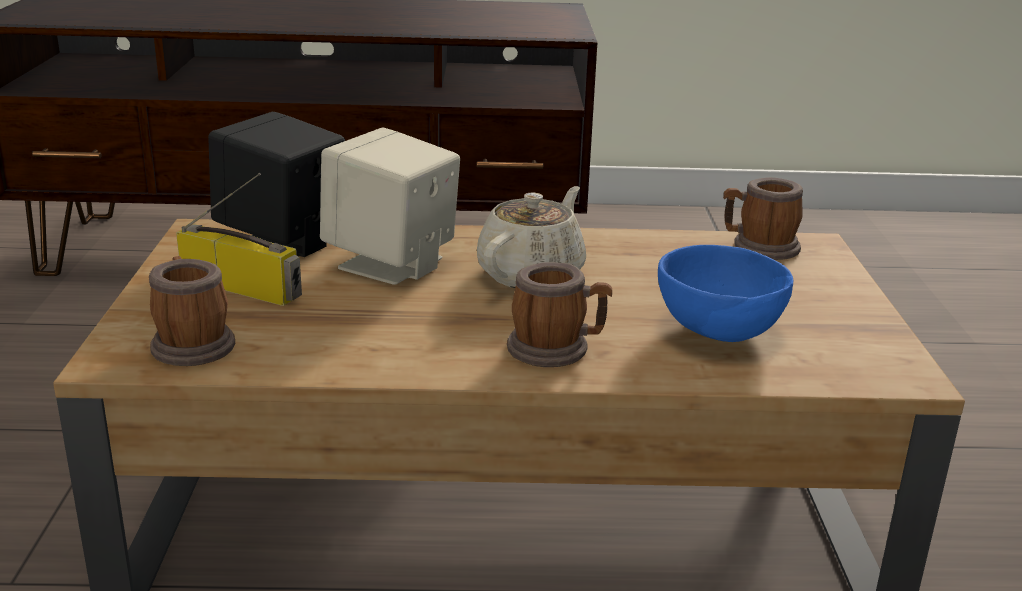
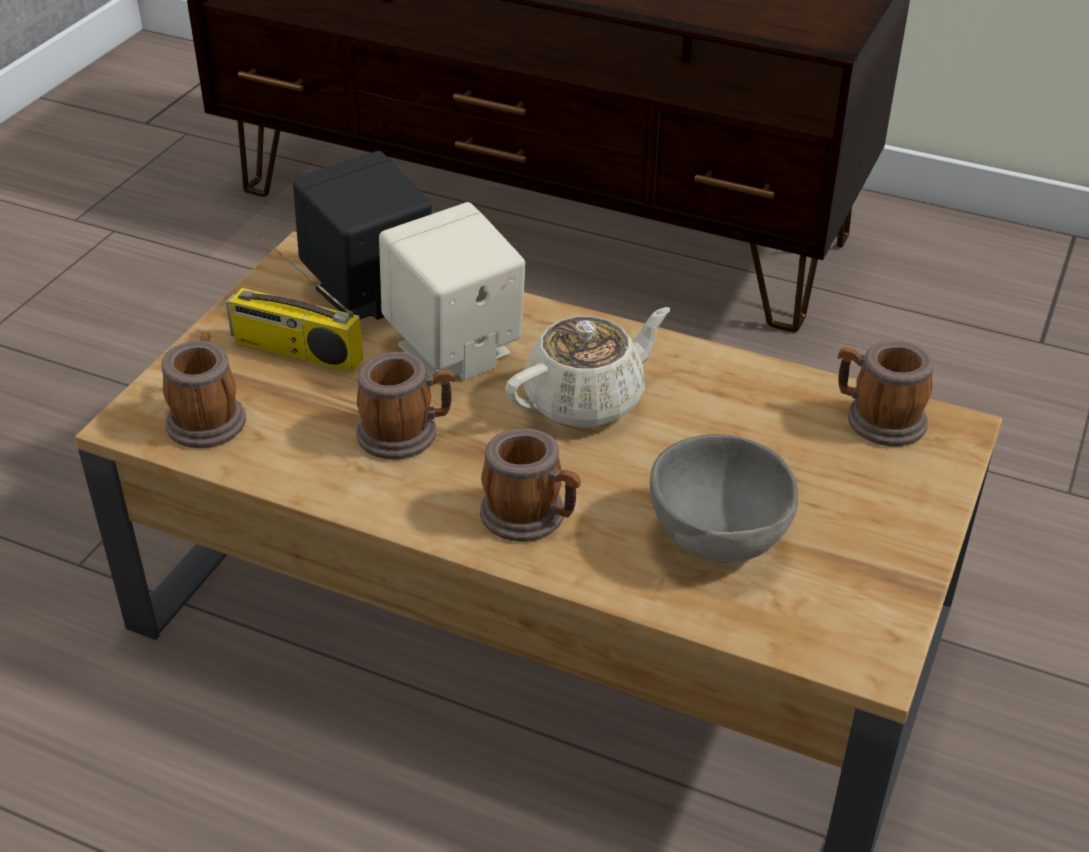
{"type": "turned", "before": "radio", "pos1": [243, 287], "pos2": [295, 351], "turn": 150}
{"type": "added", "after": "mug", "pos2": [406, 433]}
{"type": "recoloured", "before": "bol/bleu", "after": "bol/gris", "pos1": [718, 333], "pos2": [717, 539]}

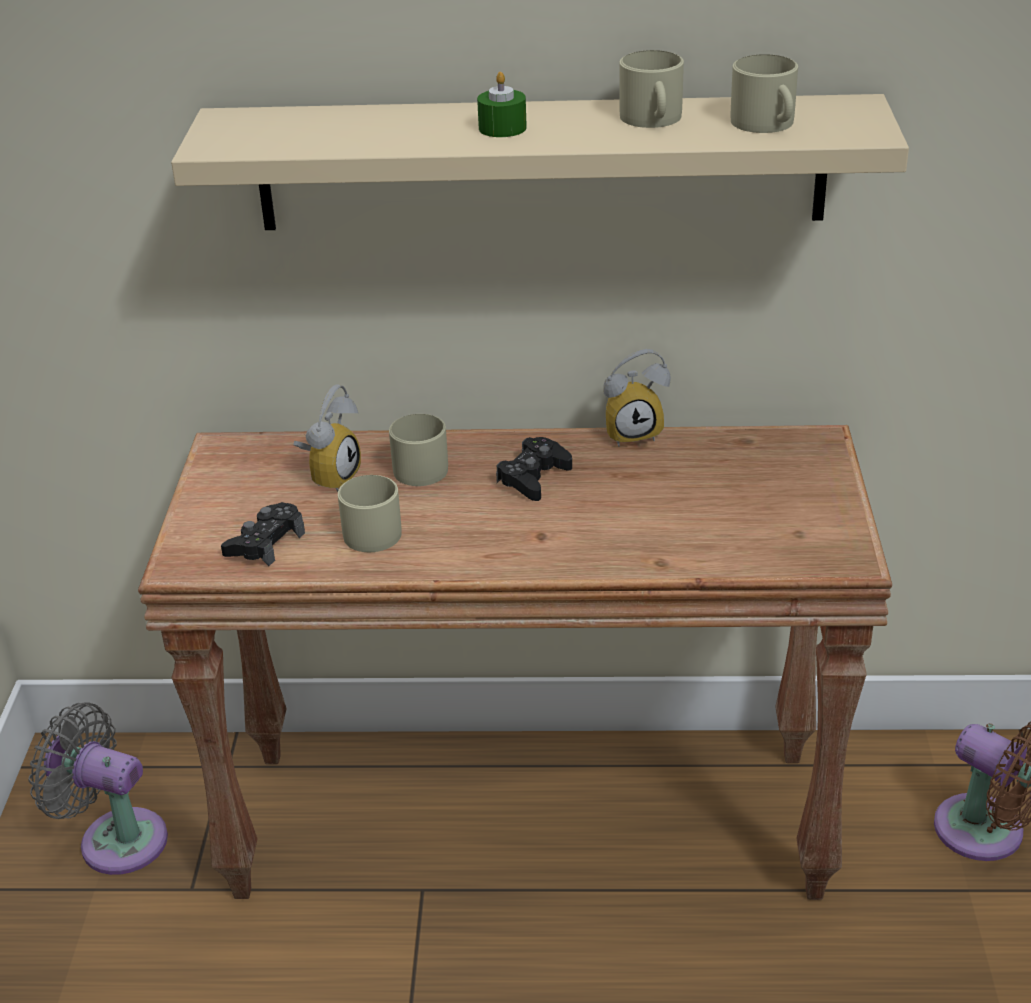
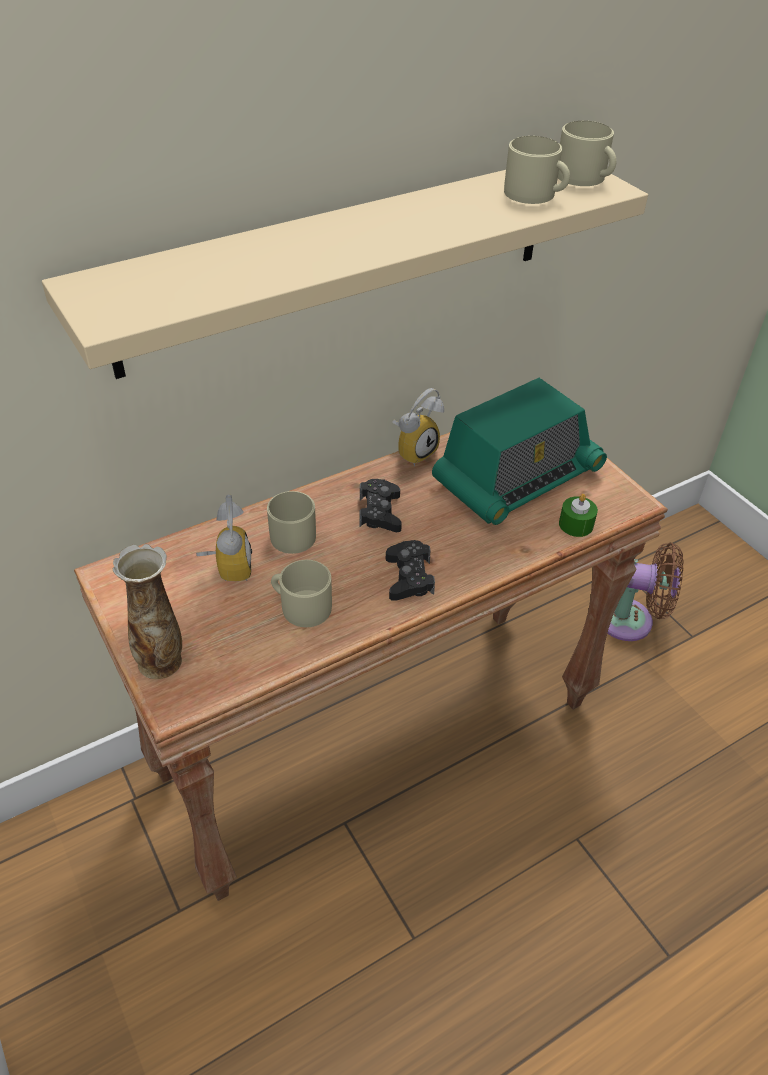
{"type": "added", "after": "vase", "pos2": [161, 661]}
{"type": "moved", "before": "manette/noir", "pos1": [265, 543], "pos2": [409, 577]}
{"type": "added", "after": "radio", "pos2": [516, 478]}
{"type": "moved", "before": "mug/beige", "pos1": [652, 119], "pos2": [585, 178]}
{"type": "moved", "before": "bougie/vert", "pos1": [502, 128], "pos2": [576, 524]}
{"type": "removed", "before": "ventilateur/gris", "pos1": [115, 839]}

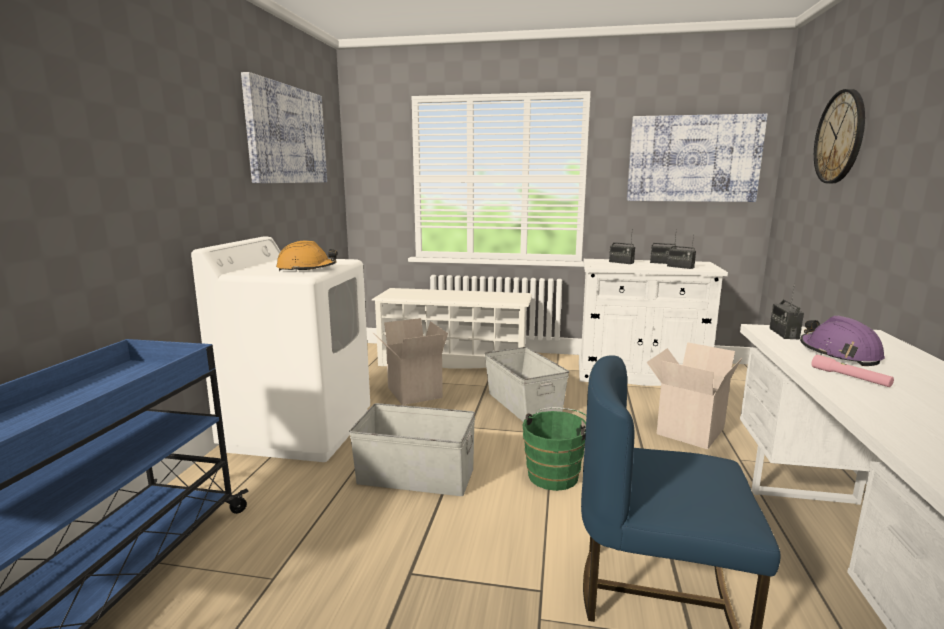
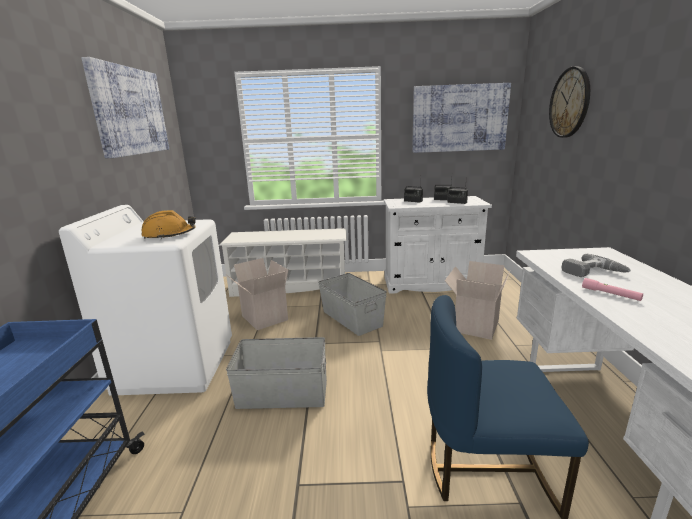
{"type": "replaced", "before": "casque de chantier/violet", "after": "perceuse", "pos1": [839, 354], "pos2": [593, 273]}
{"type": "removed", "before": "seau/vert", "pos1": [555, 474]}
{"type": "removed", "before": "radio", "pos1": [783, 333]}

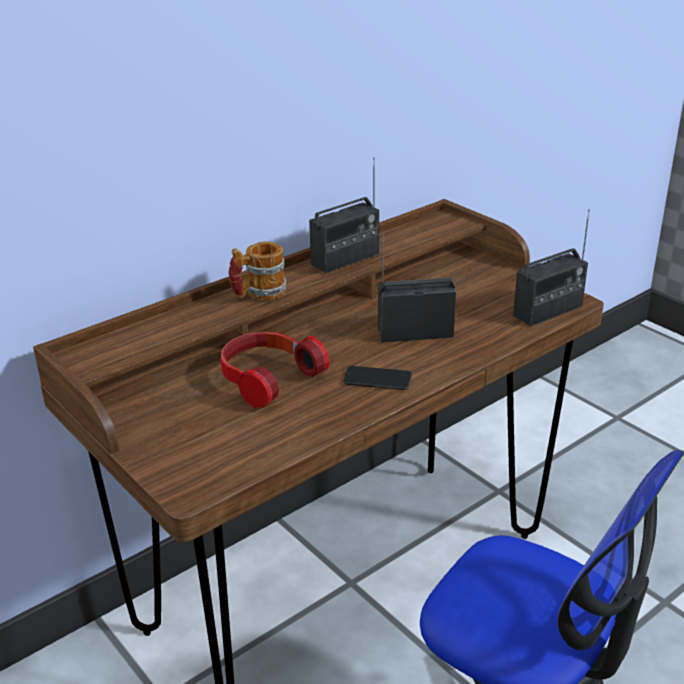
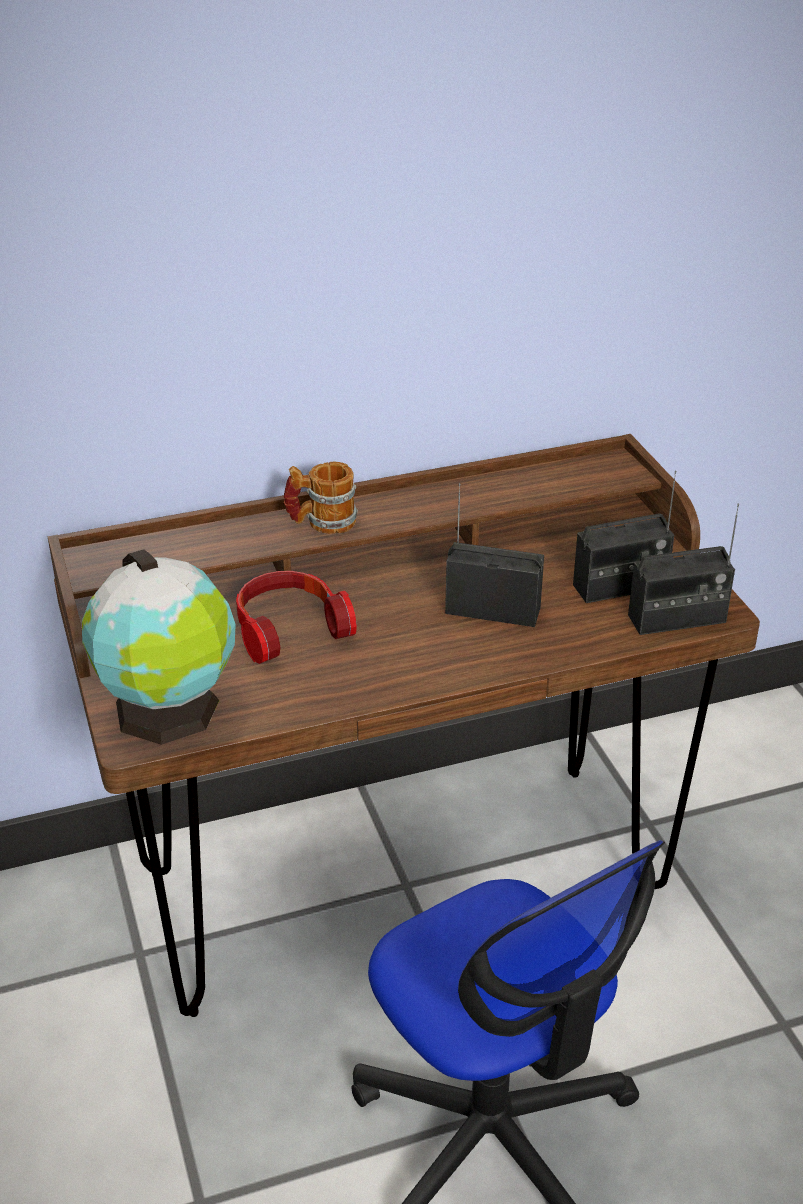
{"type": "added", "after": "globe", "pos2": [169, 712]}
{"type": "moved", "before": "radio", "pos1": [345, 259], "pos2": [620, 586]}
{"type": "removed", "before": "téléphone", "pos1": [377, 379]}

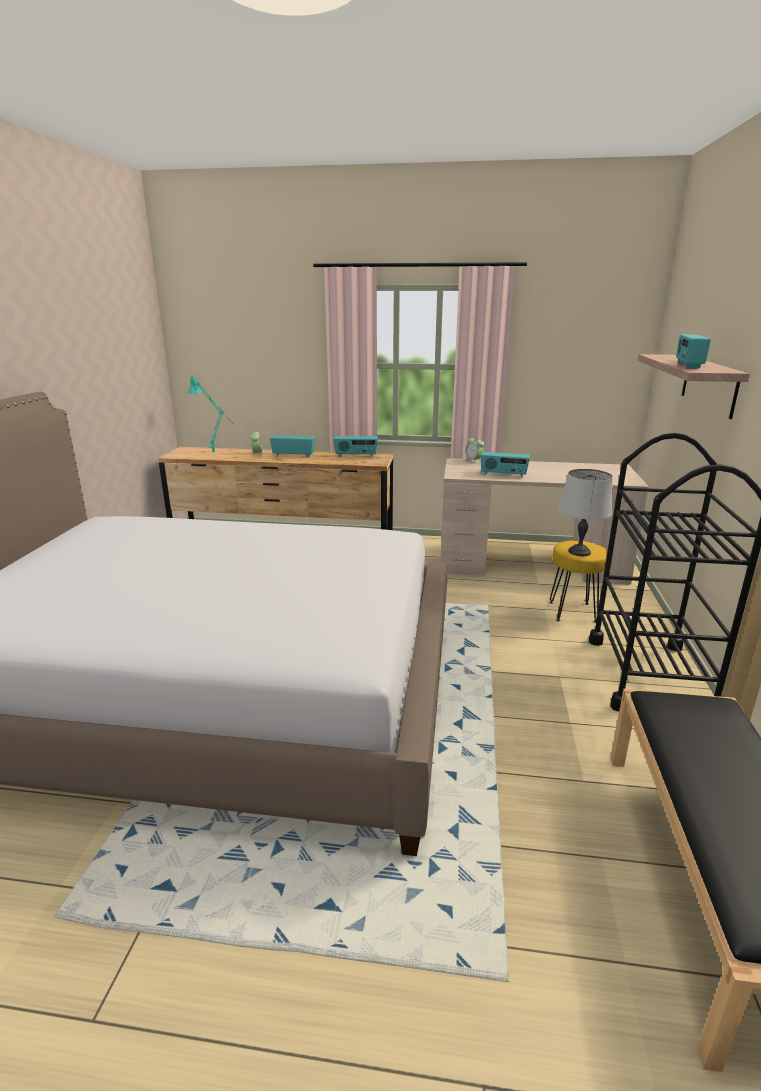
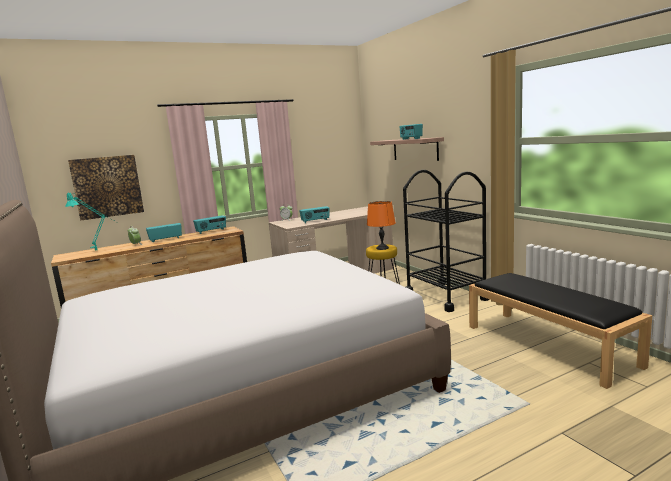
{"type": "added", "after": "tableau", "pos2": [107, 186]}
{"type": "recoloured", "before": "lampe de table/gris", "after": "lampe de table/orange", "pos1": [579, 552], "pos2": [382, 248]}

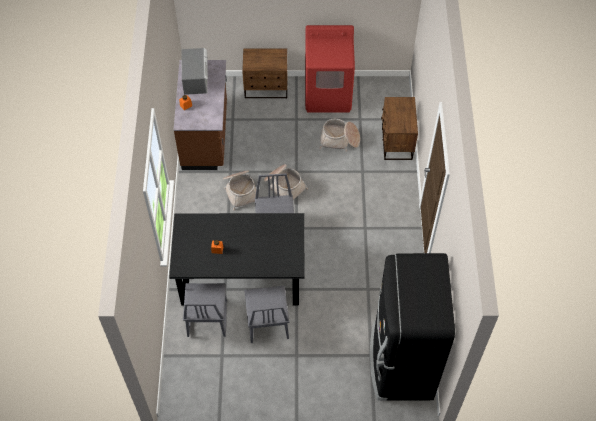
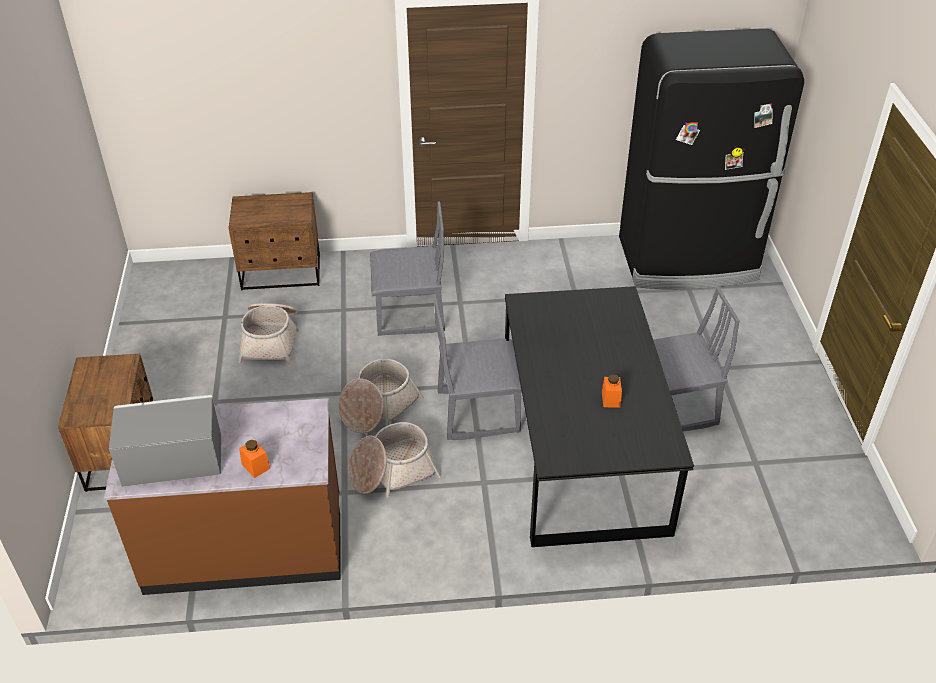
{"type": "moved", "before": "chaise/gris", "pos1": [206, 318], "pos2": [409, 314]}
{"type": "removed", "before": "lave-linge/rouge", "pos1": [328, 95]}

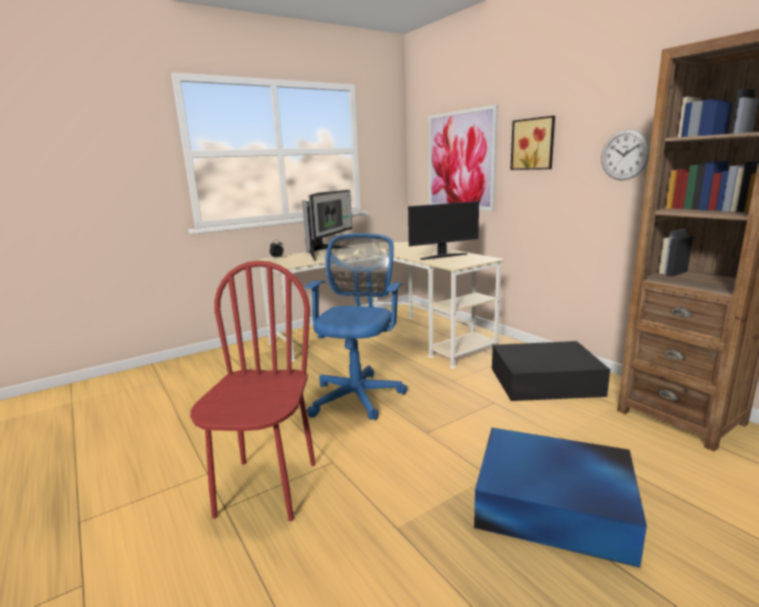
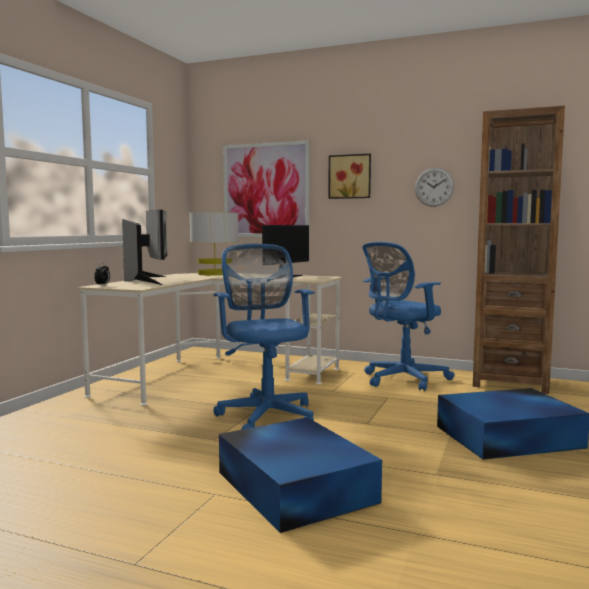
{"type": "added", "after": "lampe de table/gris", "pos2": [215, 274]}
{"type": "replaced", "before": "chaise/rouge", "after": "boîte de rangement/bleu", "pos1": [266, 488], "pos2": [295, 486]}
{"type": "replaced", "before": "boîte de rangement/noir", "after": "chaise de bureau/bleu", "pos1": [543, 381], "pos2": [402, 380]}

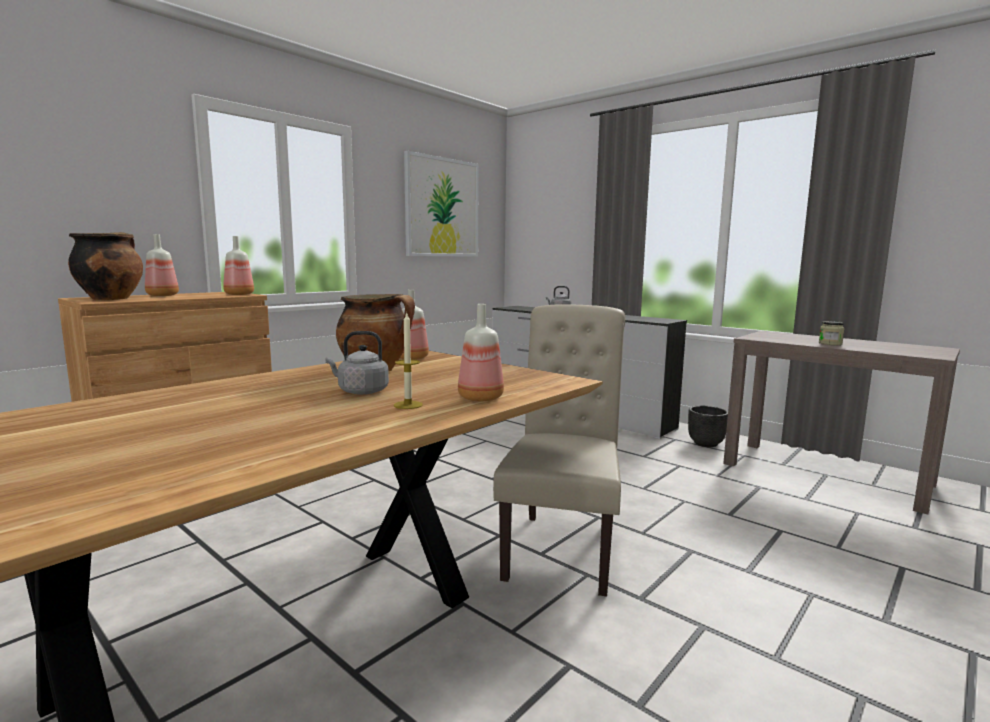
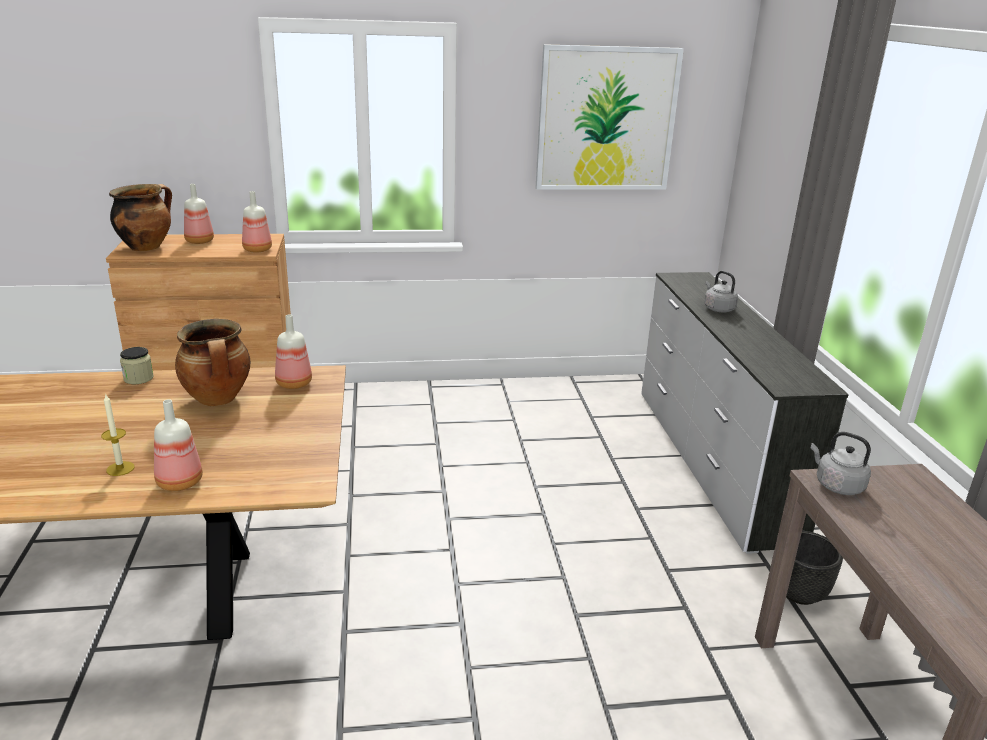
{"type": "moved", "before": "bocal", "pos1": [830, 343], "pos2": [138, 378]}
{"type": "moved", "before": "bouilloire/gris", "pos1": [360, 391], "pos2": [836, 485]}
{"type": "removed", "before": "chaise/beige", "pos1": [562, 546]}

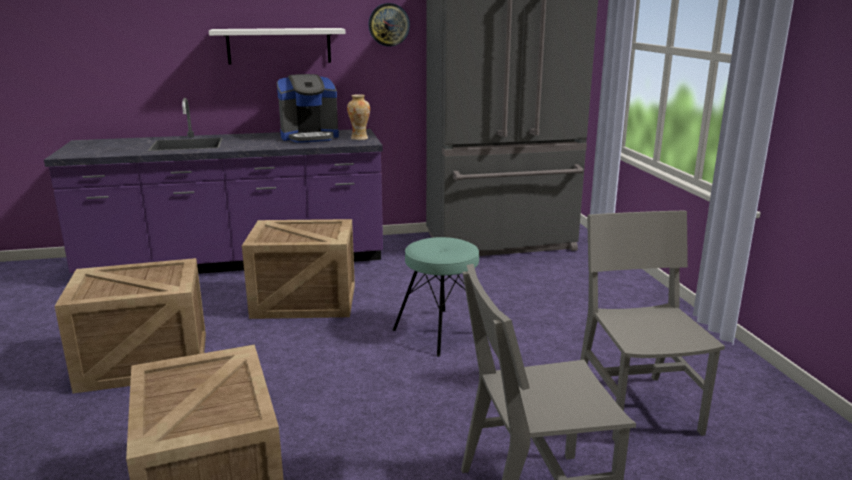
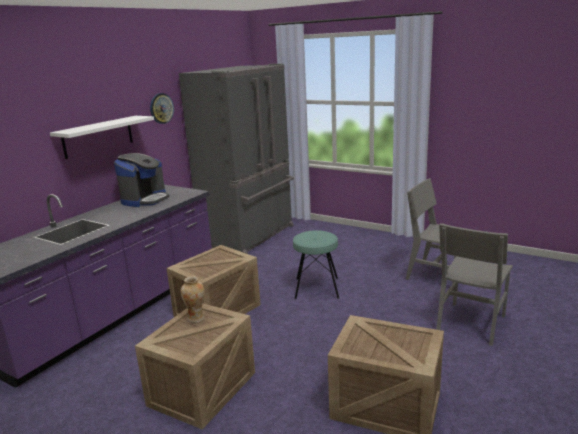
{"type": "moved", "before": "vase", "pos1": [359, 138], "pos2": [196, 318]}

